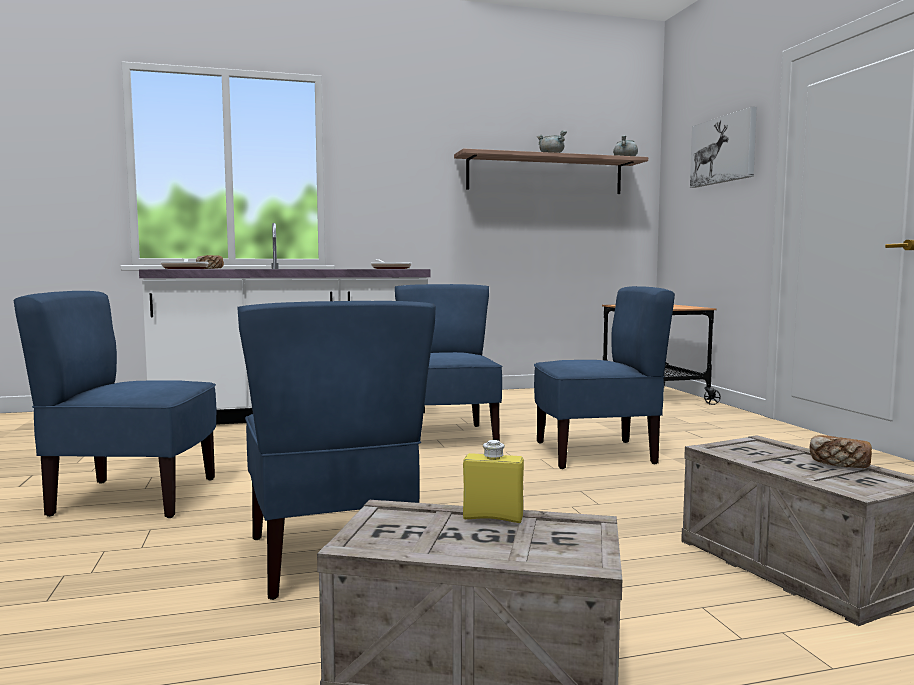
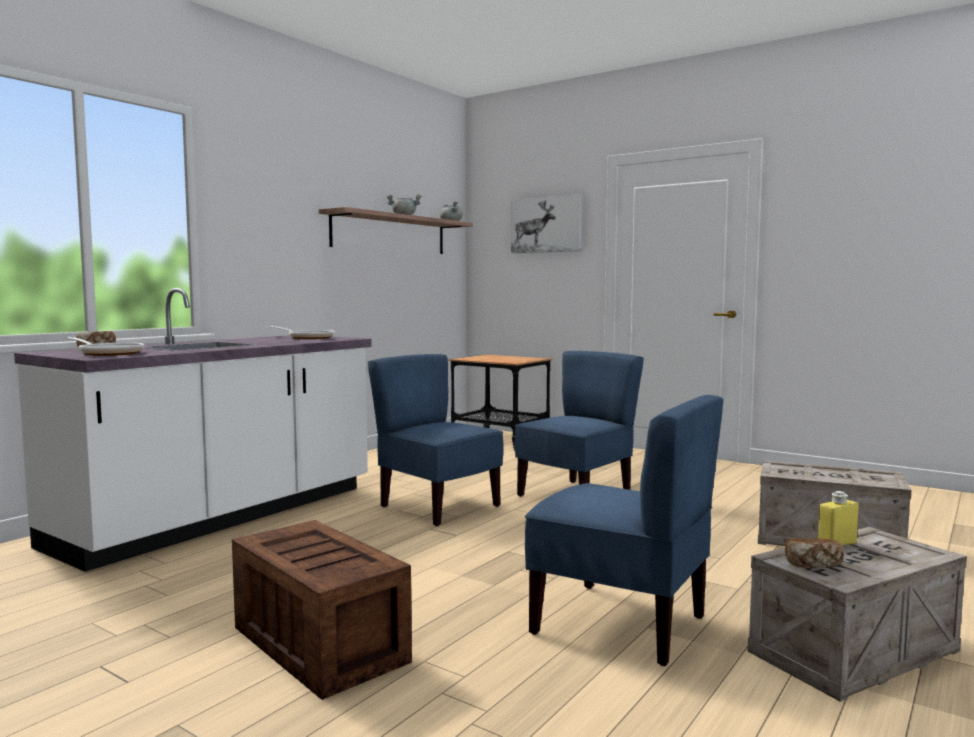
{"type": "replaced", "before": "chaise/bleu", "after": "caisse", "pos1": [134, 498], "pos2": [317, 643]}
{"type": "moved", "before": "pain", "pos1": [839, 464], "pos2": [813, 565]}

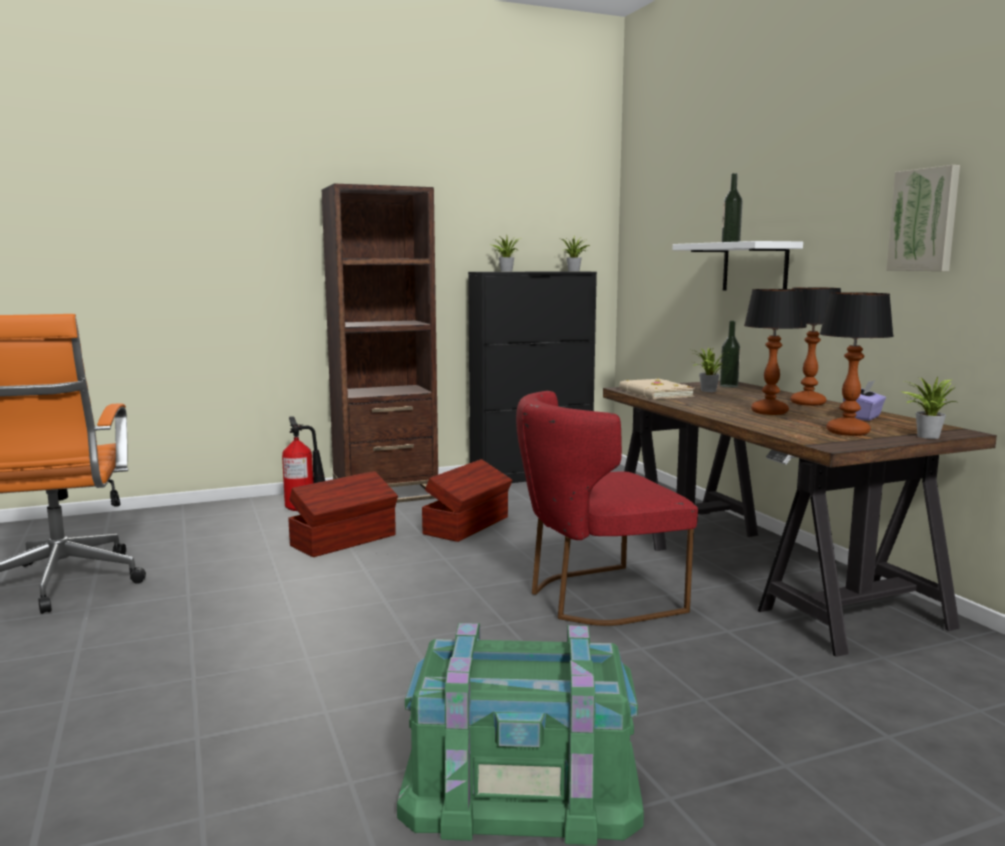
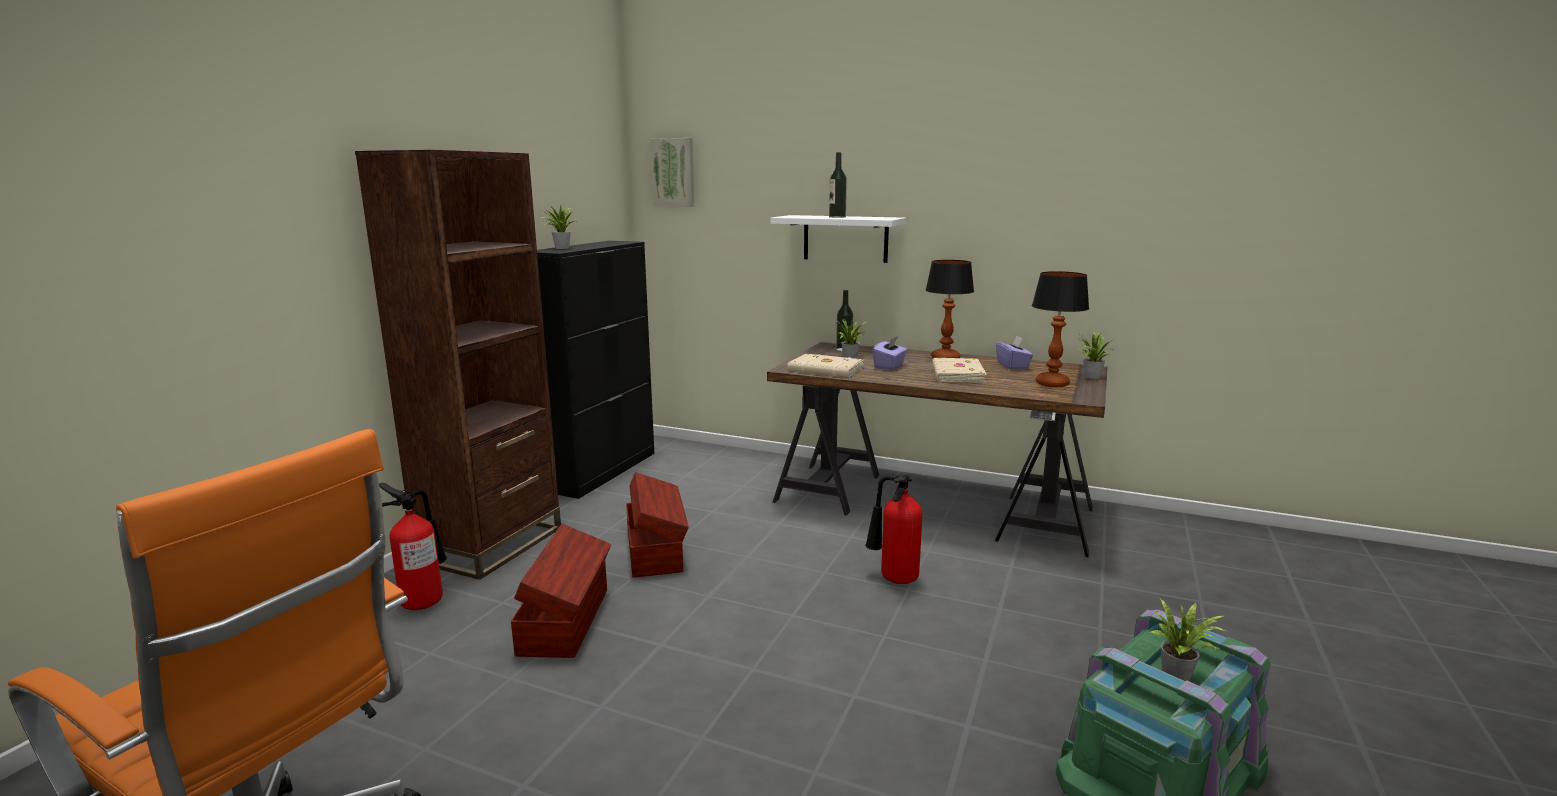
{"type": "moved", "before": "tableau", "pos1": [925, 220], "pos2": [673, 172]}
{"type": "replaced", "before": "chaise/rouge", "after": "extincteur", "pos1": [594, 598], "pos2": [893, 579]}
{"type": "added", "after": "boîte à mouchoirs/violet", "pos2": [889, 366]}
{"type": "replaced", "before": "lampe de table", "after": "livre/beige", "pos1": [768, 412], "pos2": [956, 374]}
{"type": "moved", "before": "plante en pot", "pos1": [574, 271], "pos2": [1180, 677]}

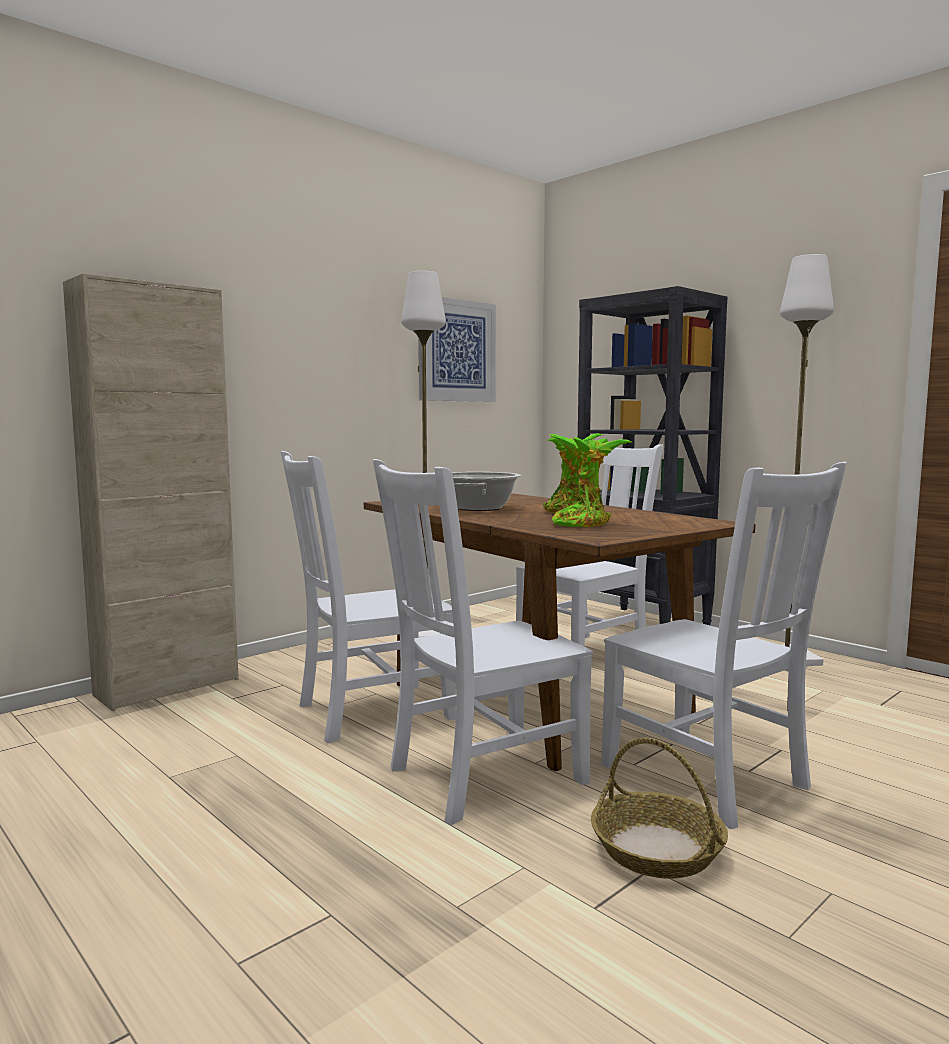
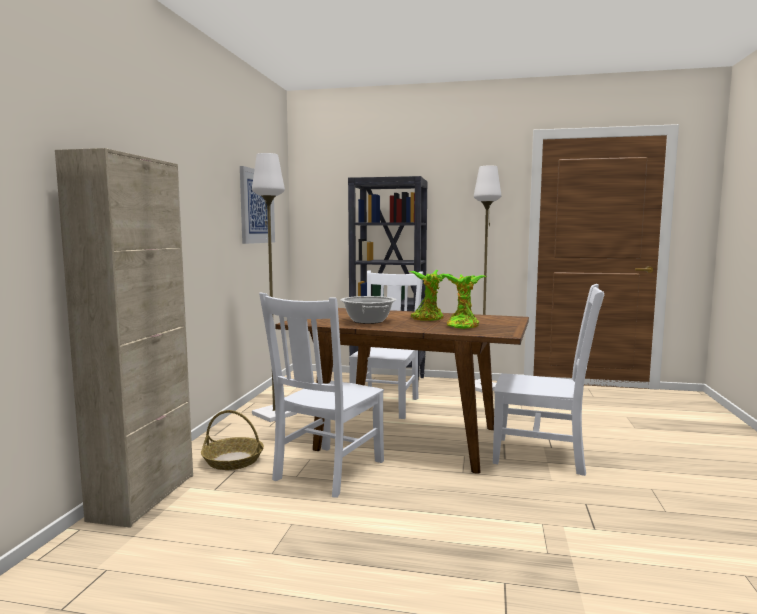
{"type": "moved", "before": "panier", "pos1": [656, 849], "pos2": [232, 460]}
{"type": "removed", "before": "chaise/blanc", "pos1": [481, 777]}

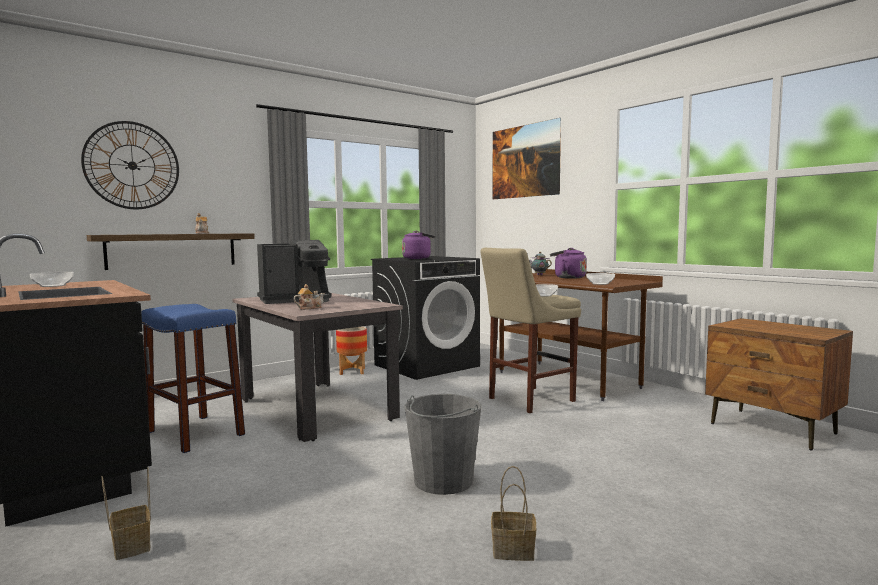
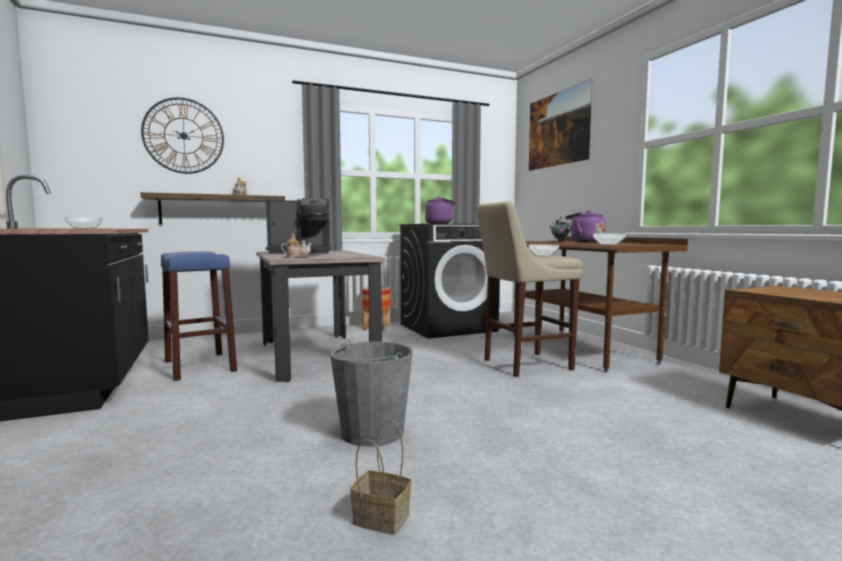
{"type": "removed", "before": "panier", "pos1": [130, 545]}

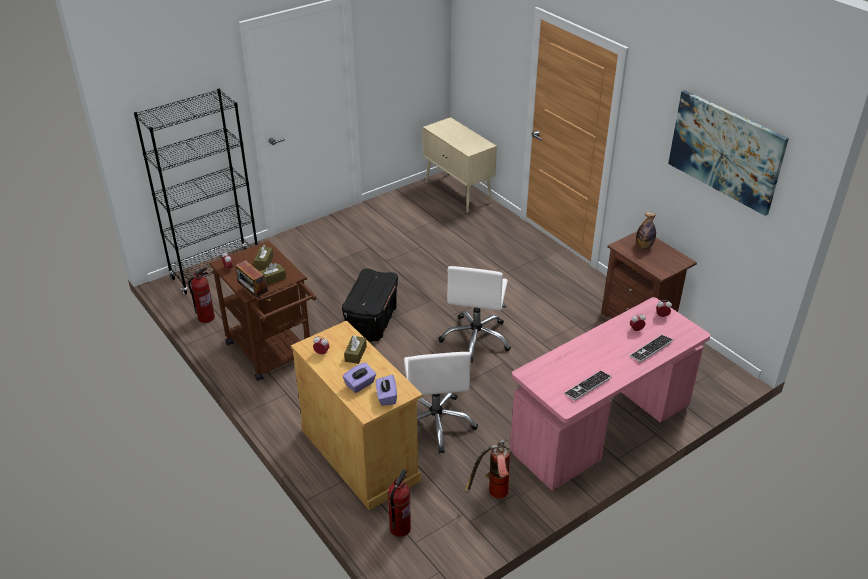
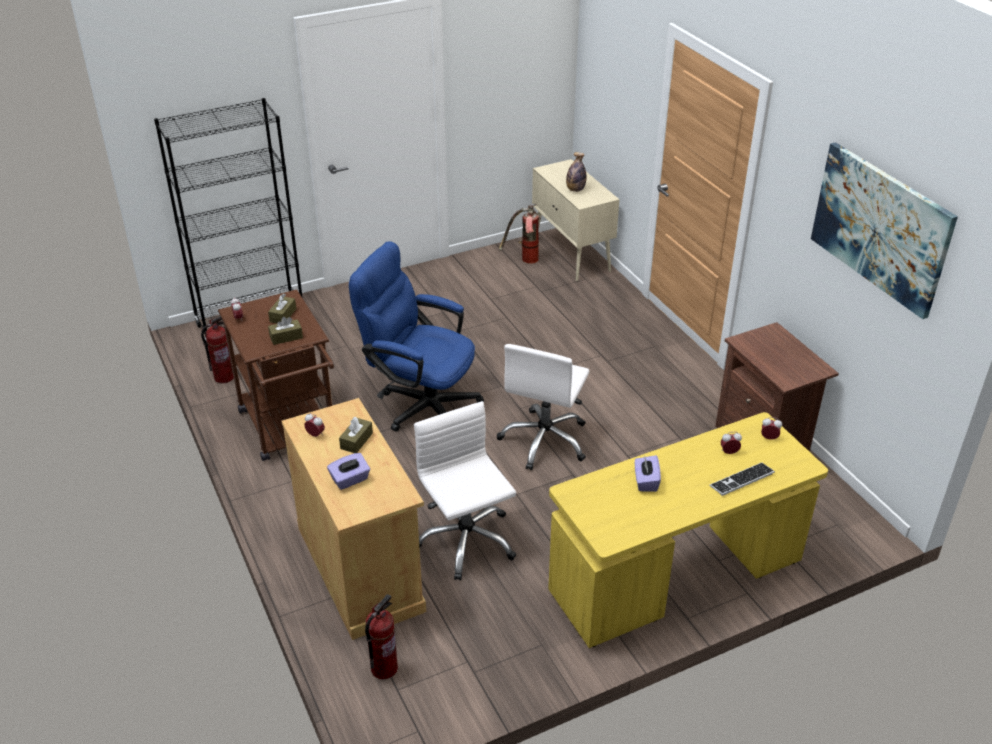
{"type": "replaced", "before": "boîte de rangement/noir", "after": "chaise de bureau/bleu", "pos1": [372, 321], "pos2": [421, 404]}
{"type": "turned", "before": "chaise de bureau/blanc", "pos1": [436, 423], "pos2": [466, 541], "turn": 150}
{"type": "moved", "before": "extincteur", "pos1": [492, 495], "pos2": [524, 261]}
{"type": "recoloured", "before": "bureau/rose", "after": "bureau/jaune", "pos1": [601, 430], "pos2": [676, 577]}
{"type": "moved", "before": "bouteille", "pos1": [644, 246], "pos2": [575, 190]}
{"type": "moved", "before": "boîte à mouchoirs/violet", "pos1": [386, 397], "pos2": [646, 481]}
{"type": "removed", "before": "radio", "pos1": [253, 295]}
{"type": "removed", "before": "clavier", "pos1": [587, 386]}

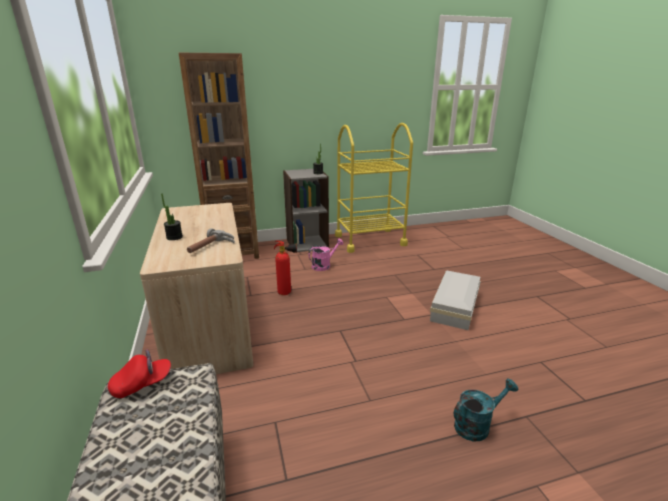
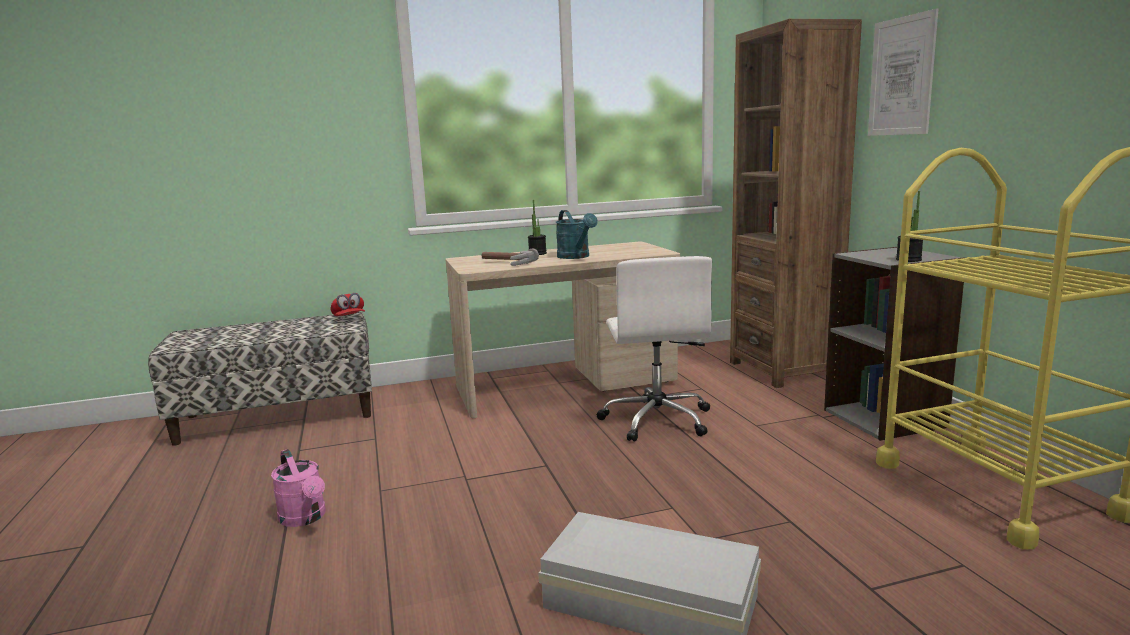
{"type": "moved", "before": "arrosoir/rose", "pos1": [324, 265], "pos2": [305, 518]}
{"type": "moved", "before": "arrosoir/turquoise", "pos1": [477, 425], "pos2": [576, 257]}
{"type": "replaced", "before": "extincteur", "after": "chaise de bureau/blanc", "pos1": [287, 293], "pos2": [657, 420]}
{"type": "added", "after": "tableau", "pos2": [901, 76]}

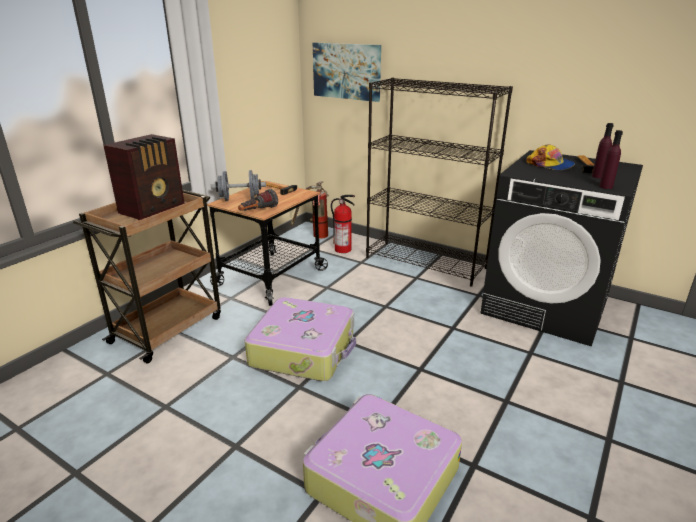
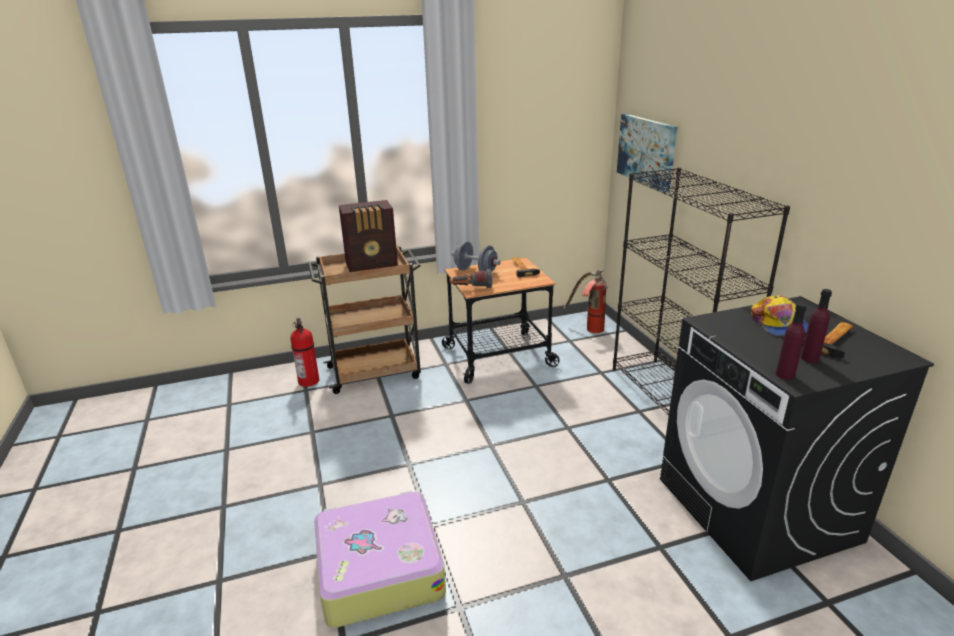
{"type": "moved", "before": "extincteur", "pos1": [343, 249], "pos2": [309, 381]}
{"type": "removed", "before": "valise", "pos1": [304, 349]}

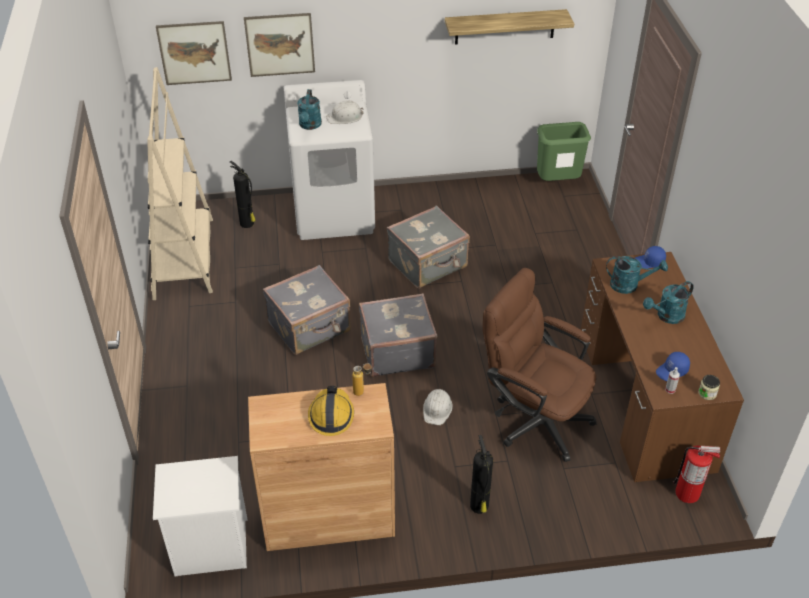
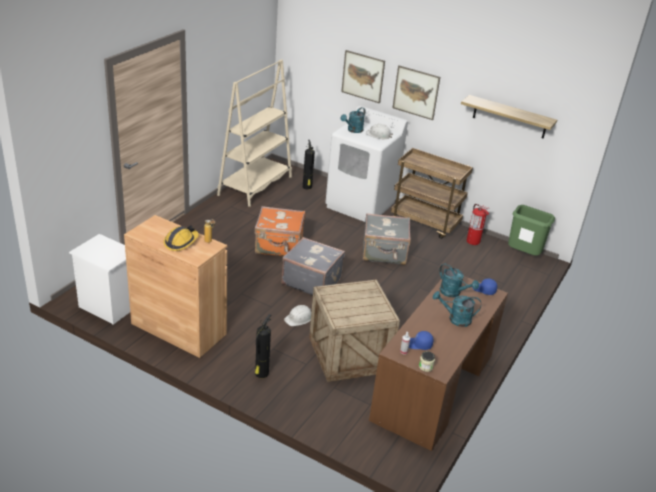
{"type": "recoloured", "before": "valise/gris", "after": "valise/orange", "pos1": [310, 327], "pos2": [279, 246]}
{"type": "replaced", "before": "chaise de bureau/marron", "after": "caisse", "pos1": [533, 417], "pos2": [349, 354]}
{"type": "added", "after": "chariot/marron", "pos2": [425, 223]}
{"type": "moved", "before": "tableau", "pos1": [194, 53], "pos2": [416, 92]}
{"type": "moved", "before": "extincteur", "pos1": [687, 493], "pos2": [473, 241]}

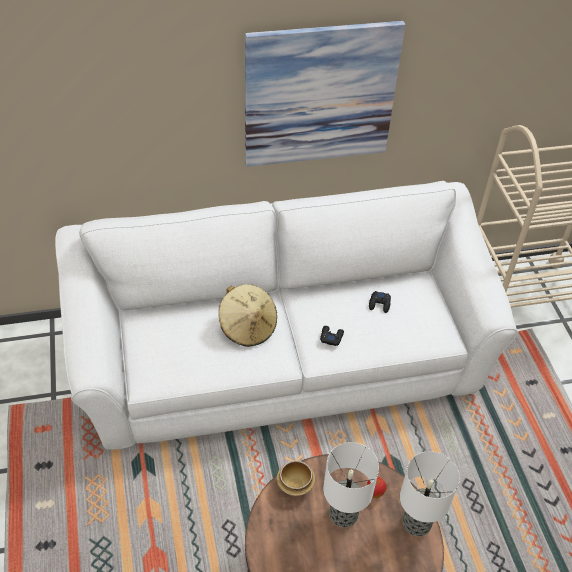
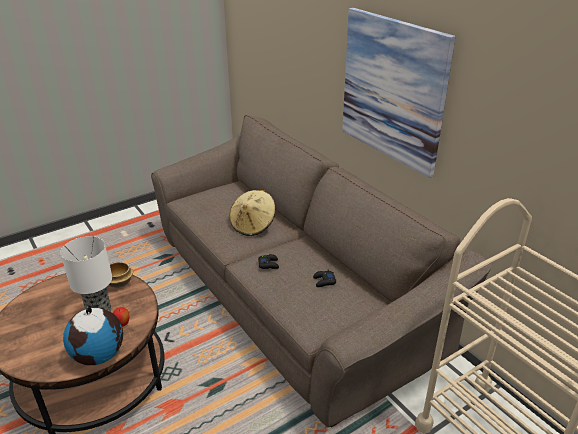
{"type": "replaced", "before": "lampe de table", "after": "globe", "pos1": [416, 522], "pos2": [99, 355]}
{"type": "recoloured", "before": "canapé/blanc", "after": "canapé/marron", "pos1": [282, 357], "pos2": [290, 293]}

